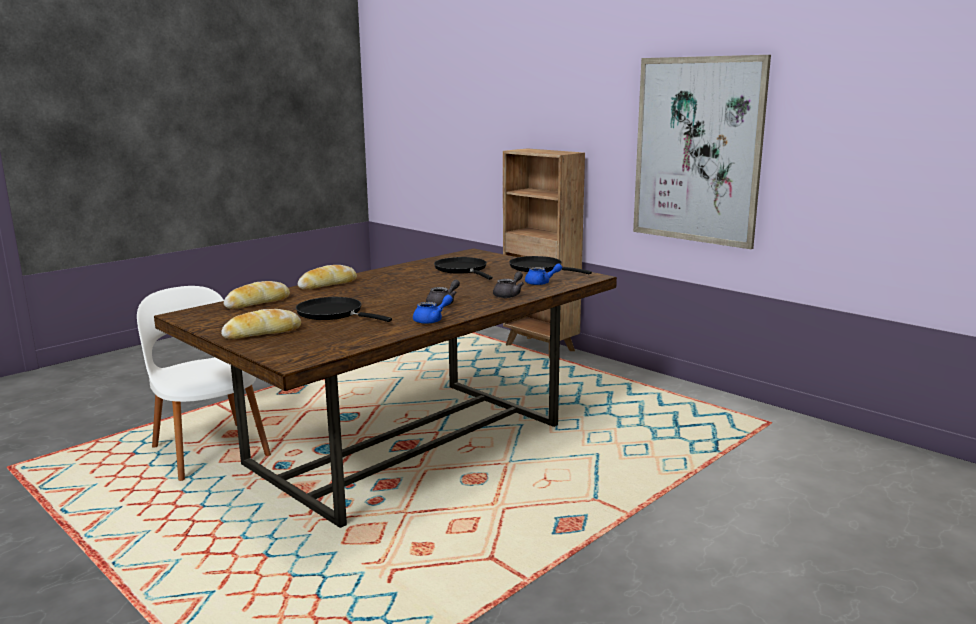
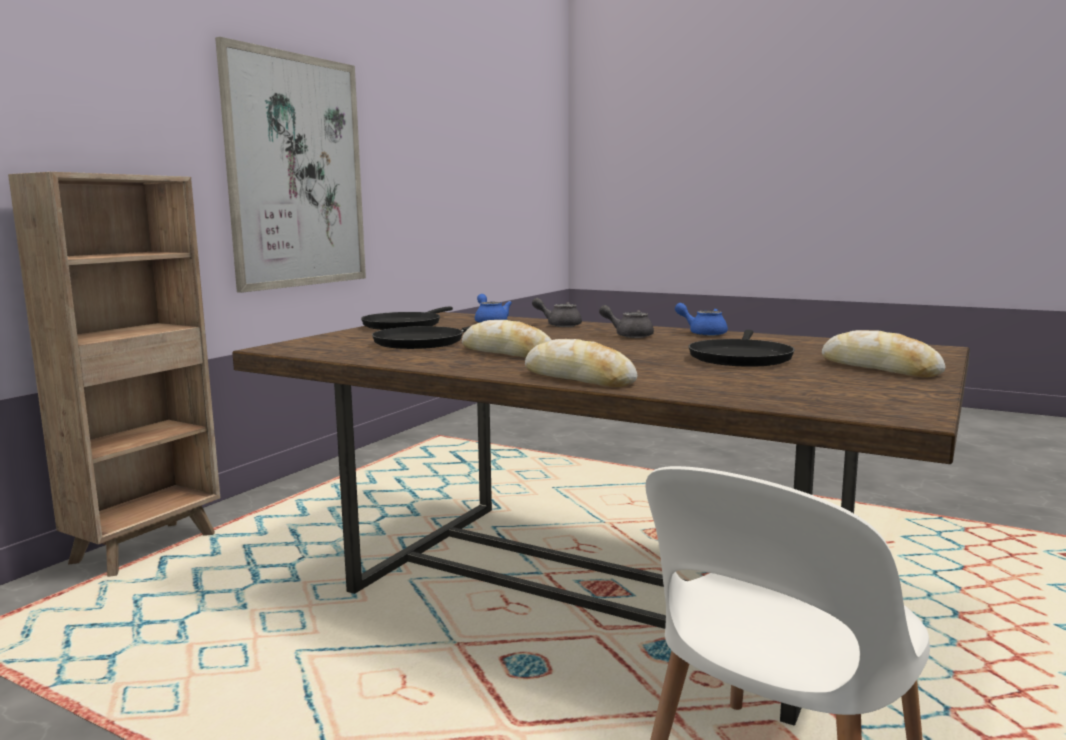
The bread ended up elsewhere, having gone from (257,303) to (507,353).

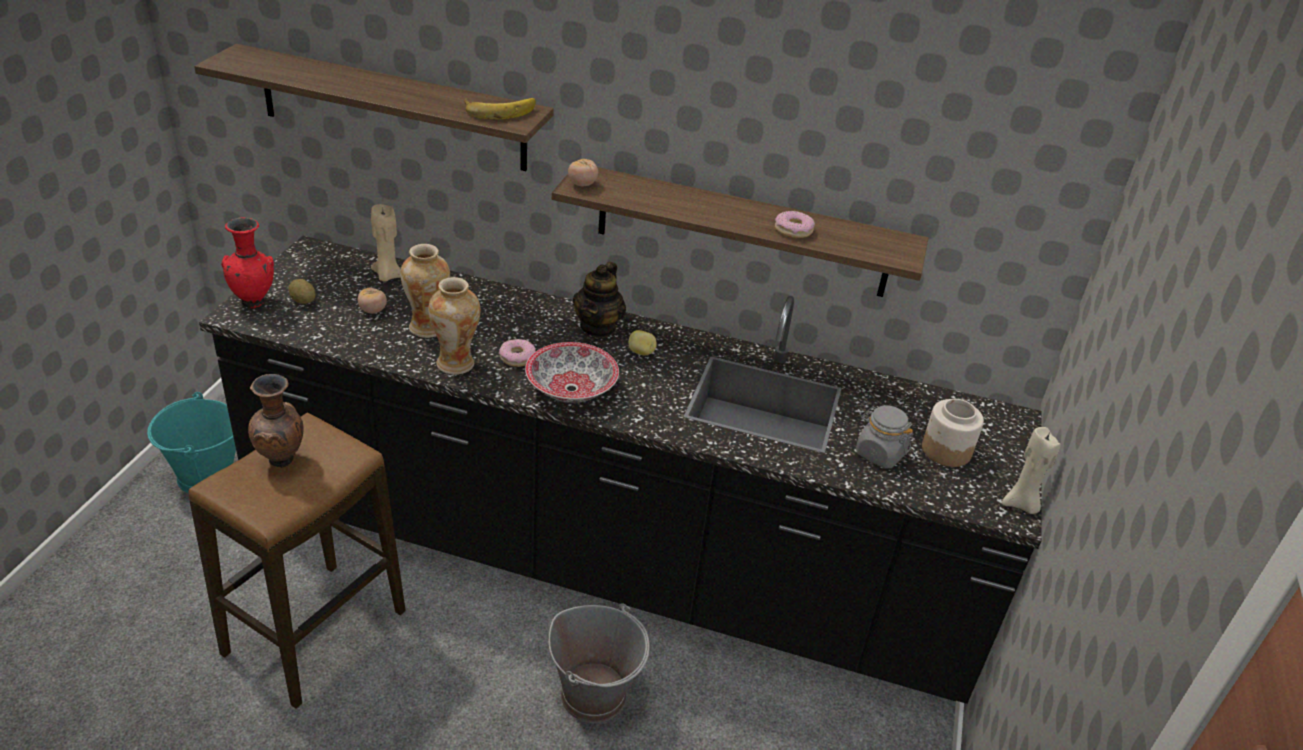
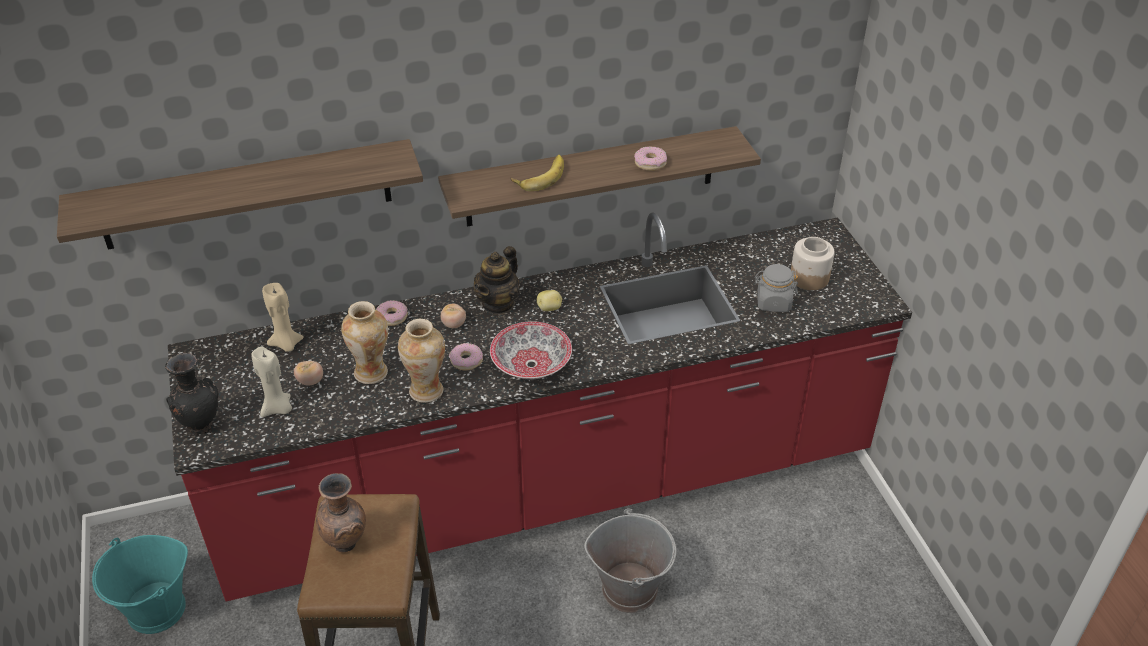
The banana ended up elsewhere, having gone from (499,110) to (539,176).
The tomato ended up elsewhere, having gone from (582,184) to (454,324).
What was the vase in red at (254,302) turned into the vase in black at (201,426).
What was the counter in black at (631,567) turned into the counter in red at (574,482).
The teapot at (598,327) ended up facing another way, 45 degrees clockwise from before.
The second view lost the potato at (303,301).
The candle in beige ended up elsewhere, having gone from (1021,504) to (278,409).
The second view gained the donut at (392,317).

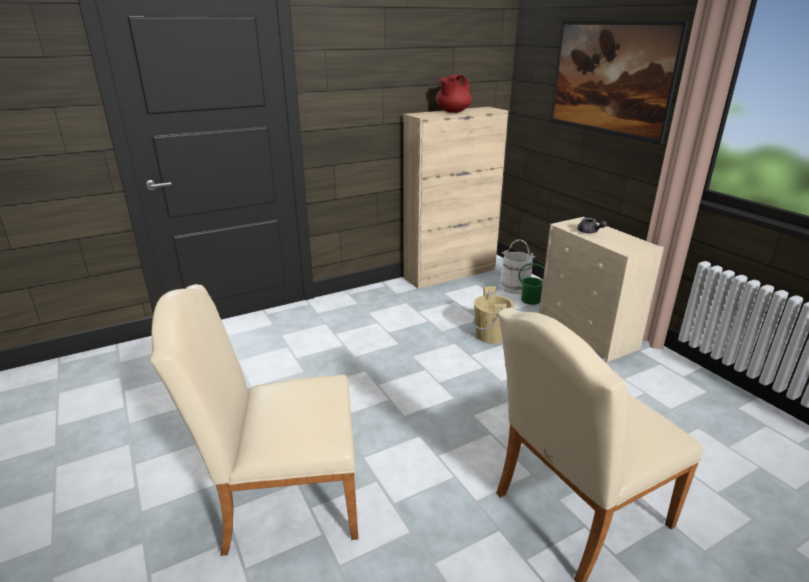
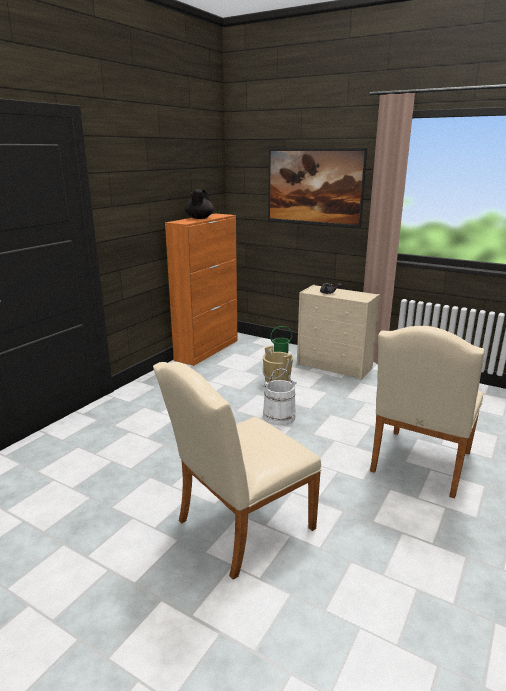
What was the teapot in red at (452,111) turned into the teapot in black at (199,218).
What was the cabinet in beige at (450,273) turned into the cabinet in orange at (207,350).
The bucket in white ended up elsewhere, having gone from (515,287) to (279,416).

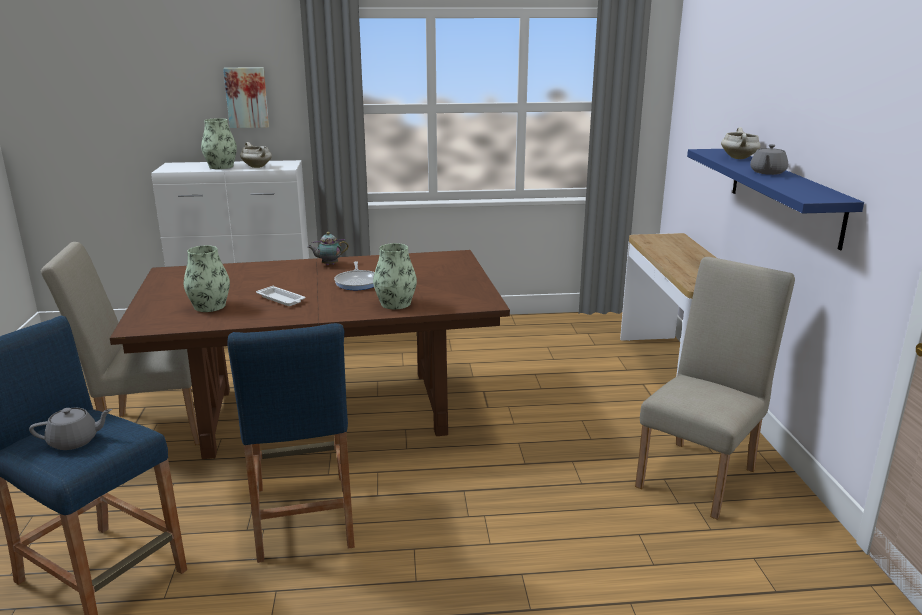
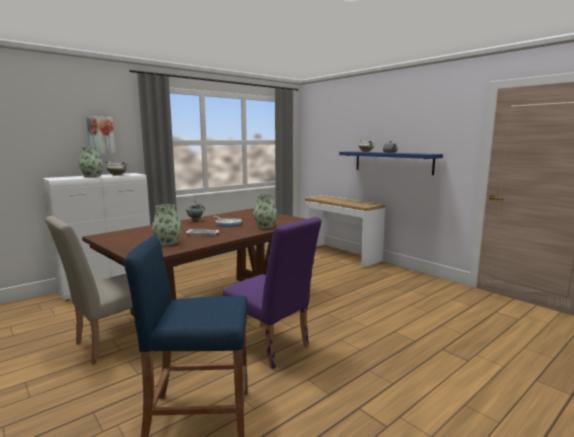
The second view lost the chair in beige at (701,474).
Where the stool in blue stood at (303,516), the chair in purple came to stand at (271,347).
The second view lost the teapot in grey at (74,441).

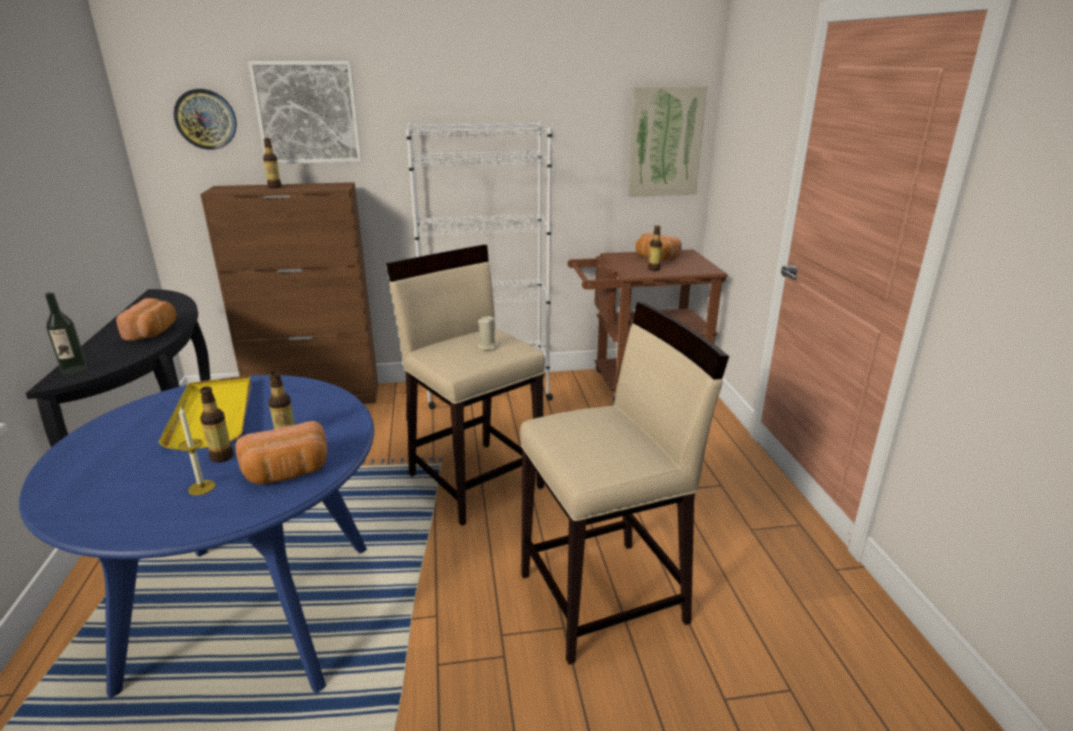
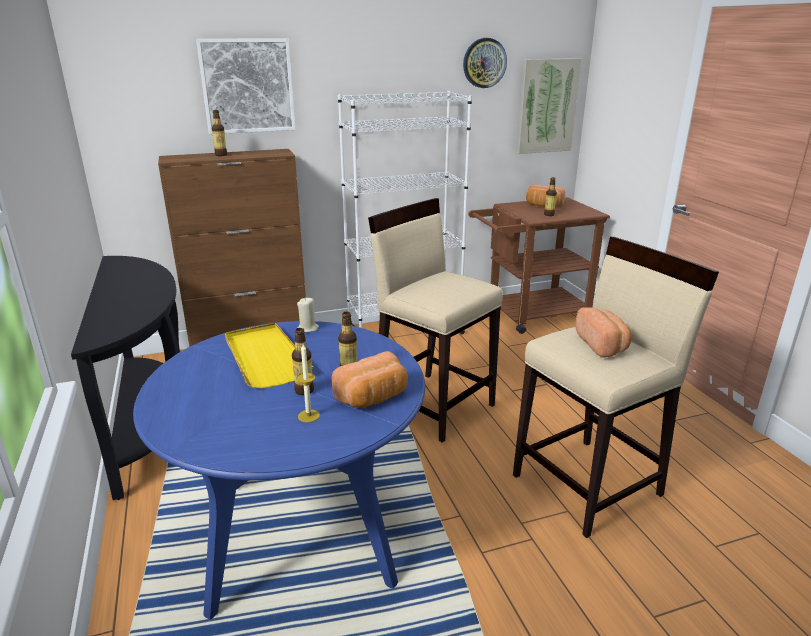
The wall clock ended up elsewhere, having gone from (206,119) to (484,63).
The second view lost the bottle at (74,370).
The bread ended up elsewhere, having gone from (154,332) to (602,345).
The candle in beige ended up elsewhere, having gone from (488,347) to (308,328).

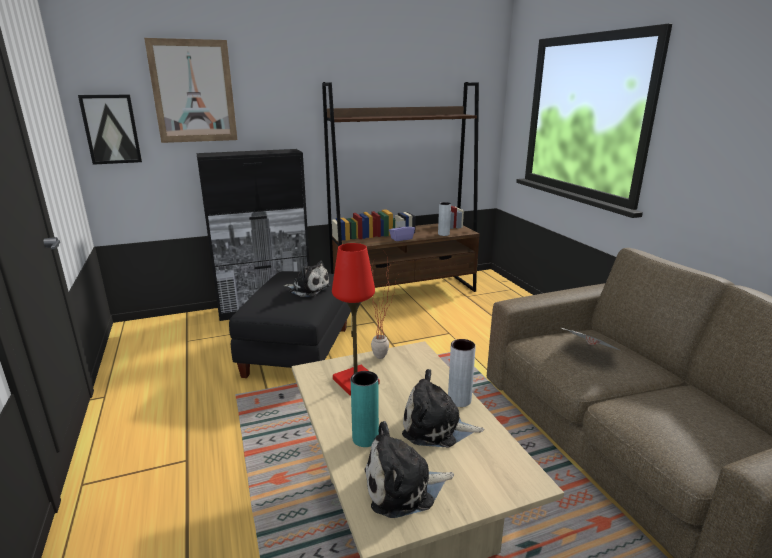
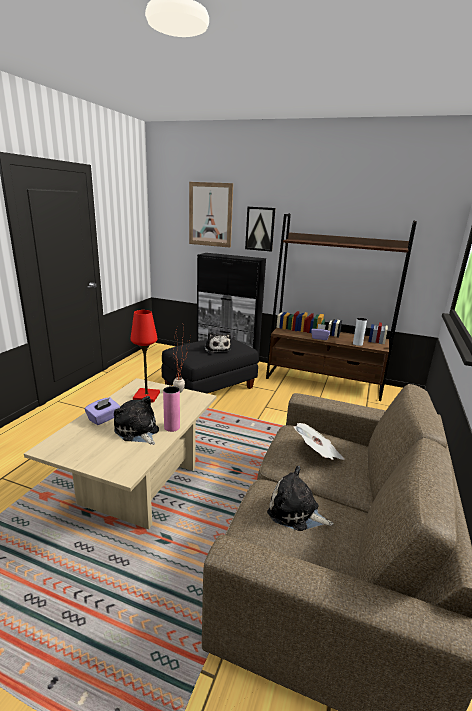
The picture ended up elsewhere, having gone from (111,129) to (260,229).
What was the vase in grey at (459,400) turned into the vase in pink at (172,427).
Where the vase in turquoise stood at (365,438), the tissue box in purple came to stand at (103,418).
The plush toy ended up elsewhere, having gone from (403,487) to (296,512).

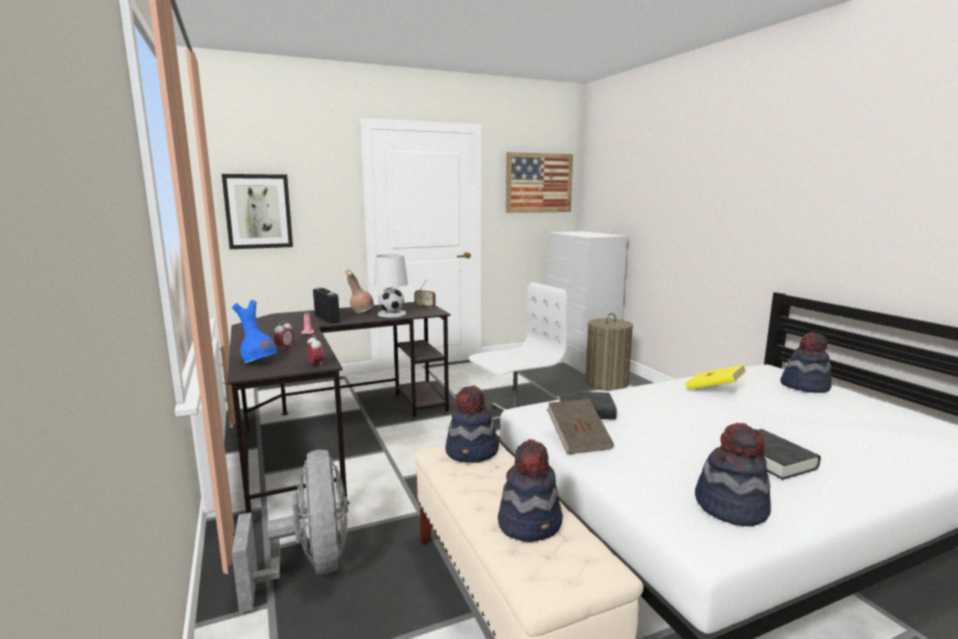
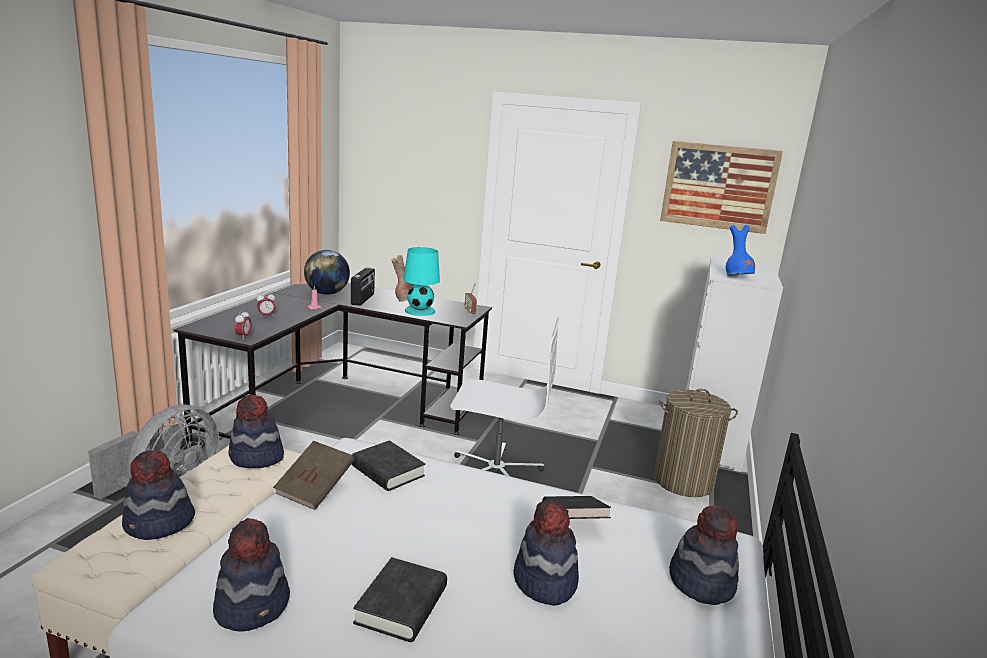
The second view lost the picture at (258,211).
What was the table lamp in white at (392,314) turned into the table lamp in turquoise at (420,311).
The vase in blue ended up elsewhere, having gone from (259,362) to (737,277).
What was the book in yellow at (714,389) turned into the book in black at (573,522).
The second view gained the globe at (327,293).
The second view gained the hat at (544,582).

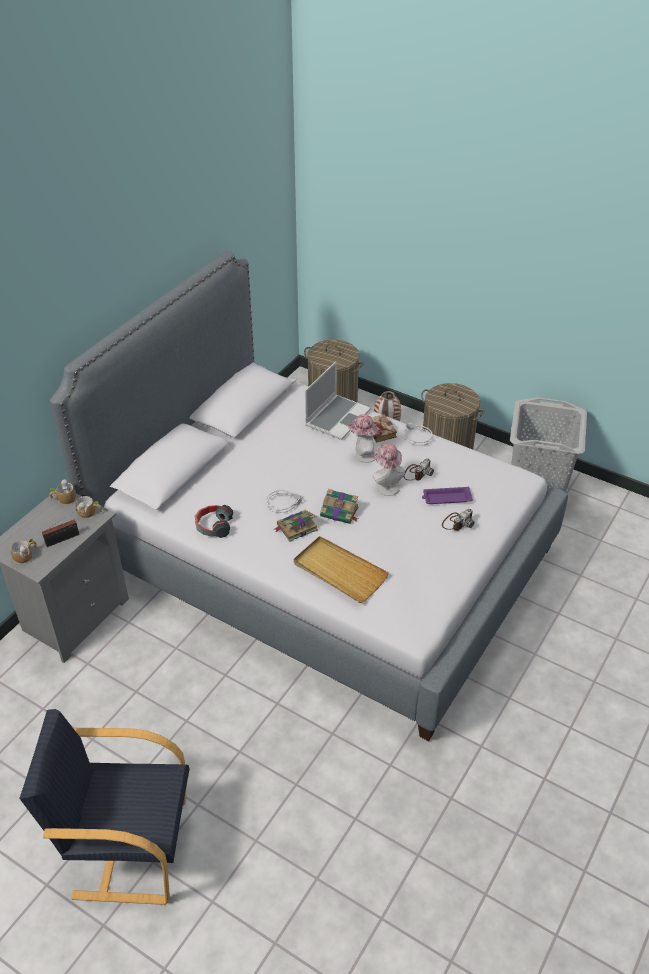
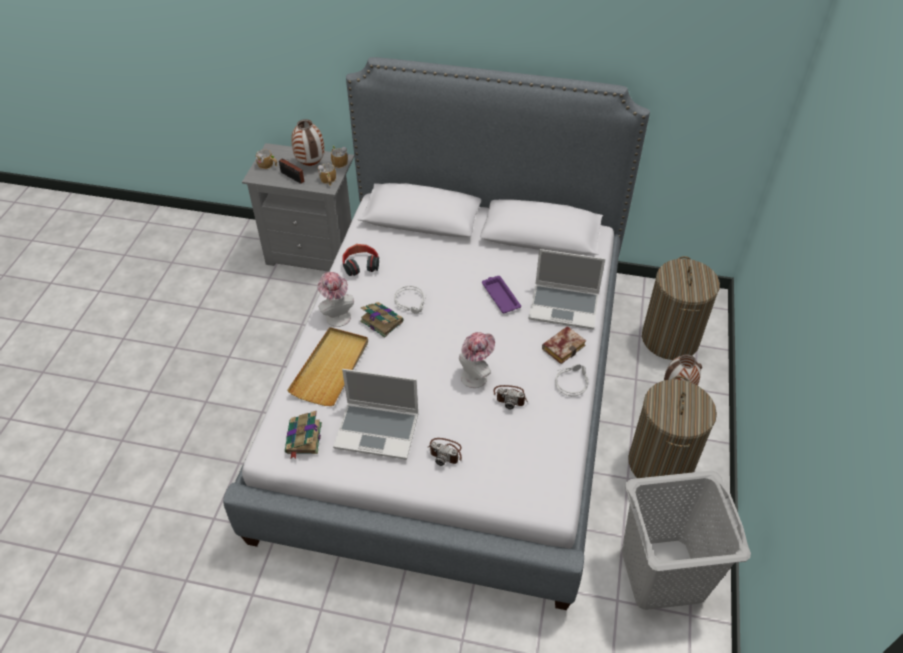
The hat ended up elsewhere, having gone from (362,455) to (337,315).
The tray in purple ended up elsewhere, having gone from (446,498) to (500,296).
The book ended up elsewhere, having gone from (340,512) to (303,439).
The second view lost the armchair in black at (128,846).
The second view gained the vase at (311,164).
The second view gained the laptop at (378,430).

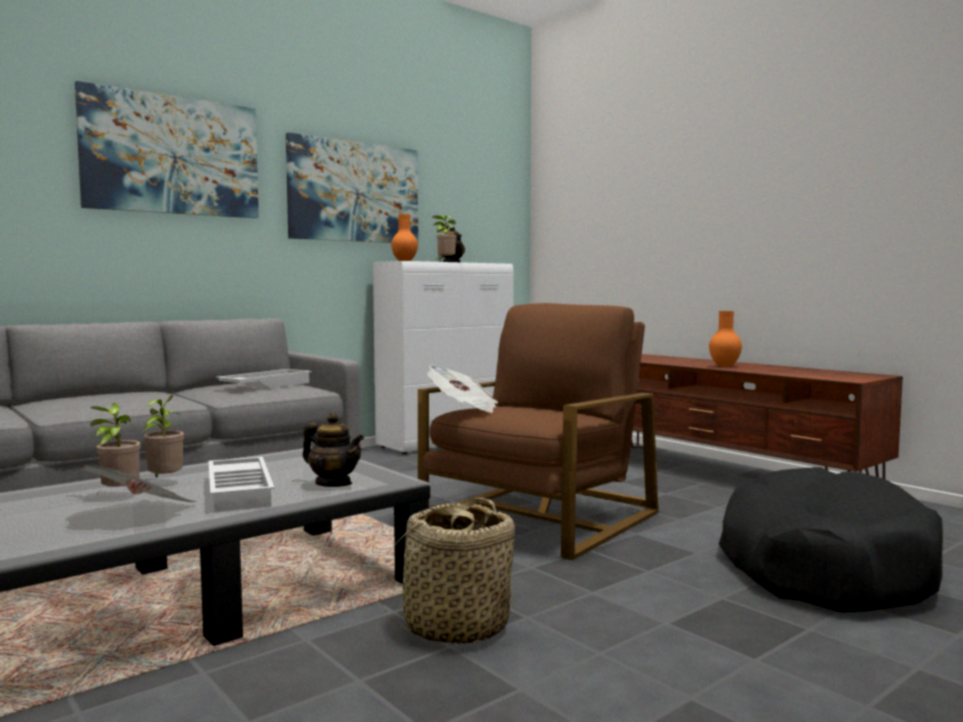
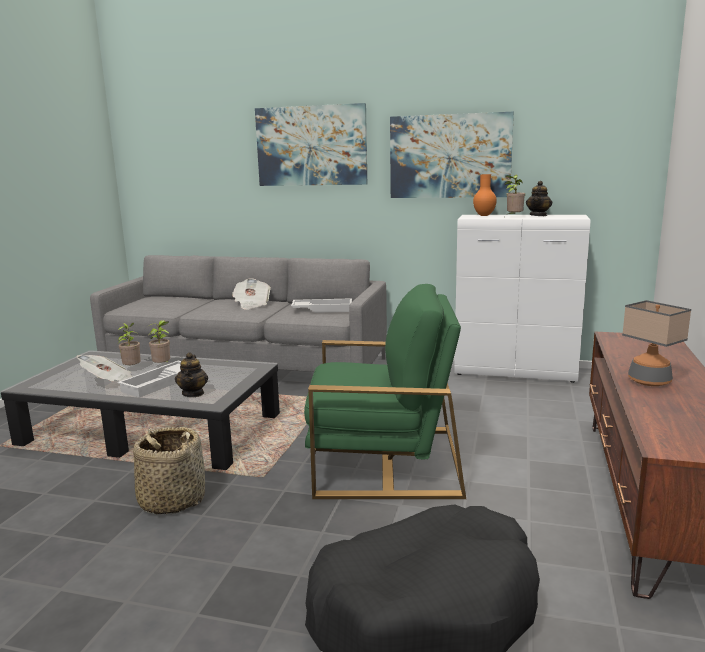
What was the armchair in brown at (540,518) turned into the armchair in green at (385,461).
Where the vase in orange stood at (724,366), the table lamp came to stand at (649,381).
The newspaper ended up elsewhere, having gone from (463,408) to (251,304).

